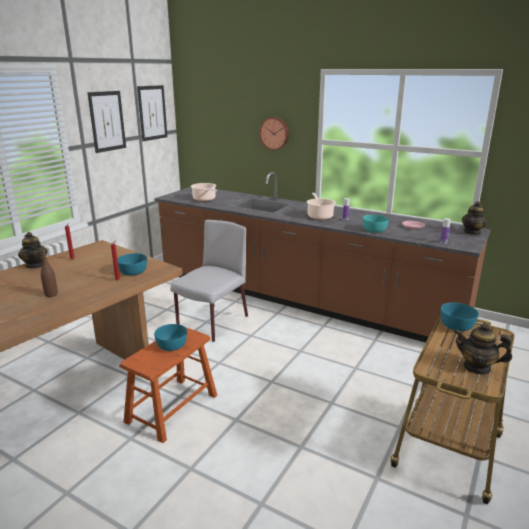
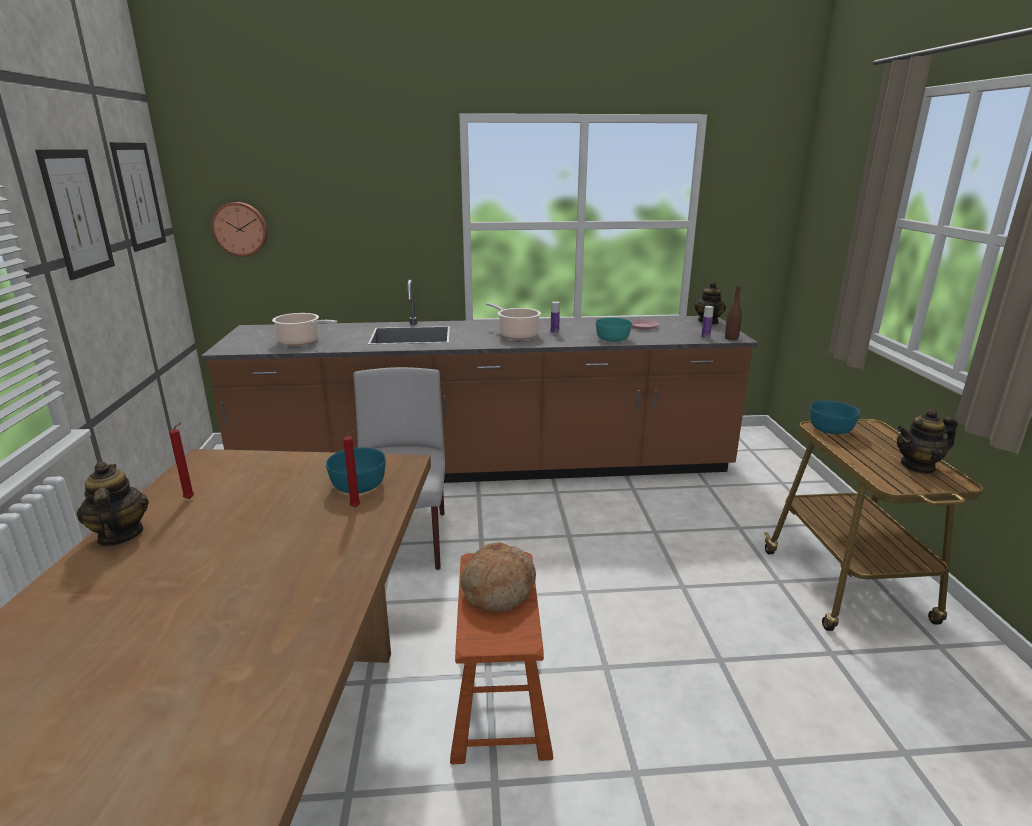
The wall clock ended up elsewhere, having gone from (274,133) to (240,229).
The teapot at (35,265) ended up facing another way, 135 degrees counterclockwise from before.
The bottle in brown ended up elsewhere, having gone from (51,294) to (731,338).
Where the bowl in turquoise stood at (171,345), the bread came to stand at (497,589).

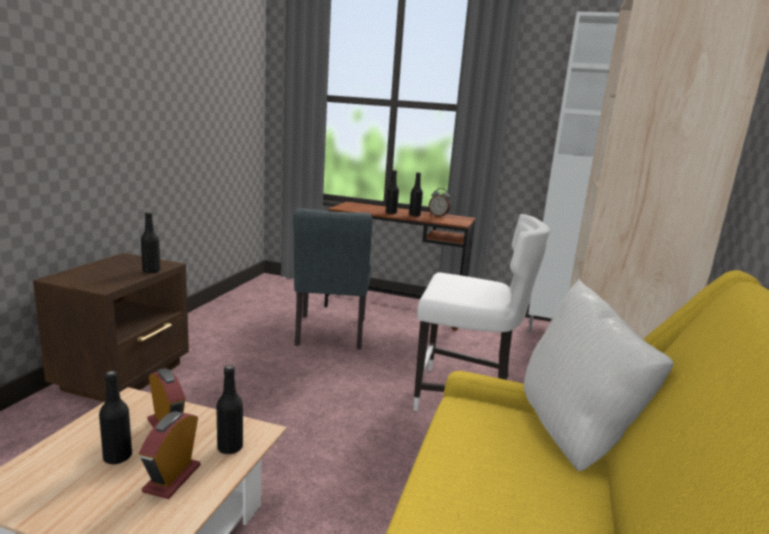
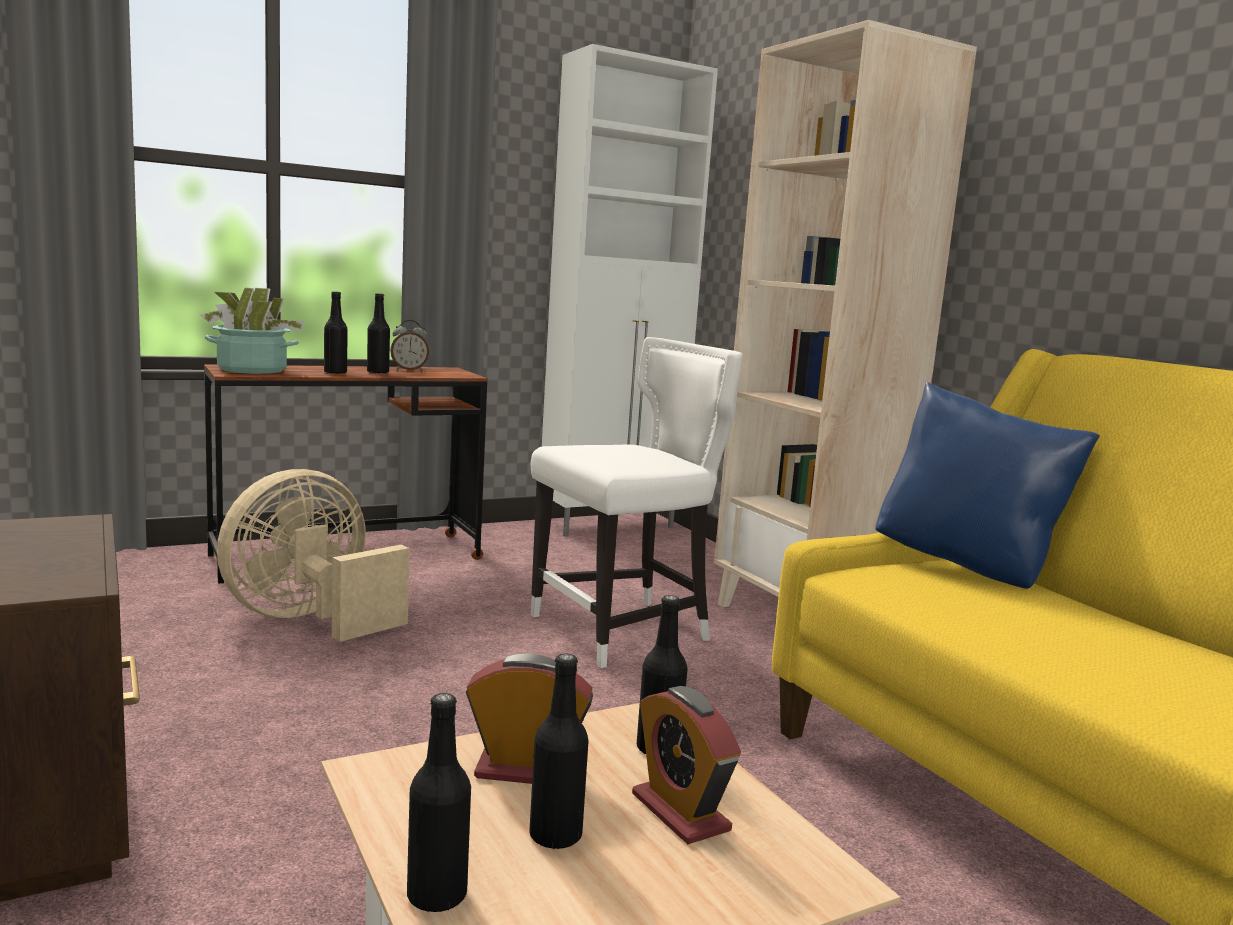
Where the chair in grey stood at (330,335), the fan in beige came to stand at (310,619).
The bottle in black ended up elsewhere, having gone from (151,271) to (437,896).
What was the pillow in white at (574,437) turned into the pillow in blue at (968,568).
The second view gained the potted plant at (252,370).

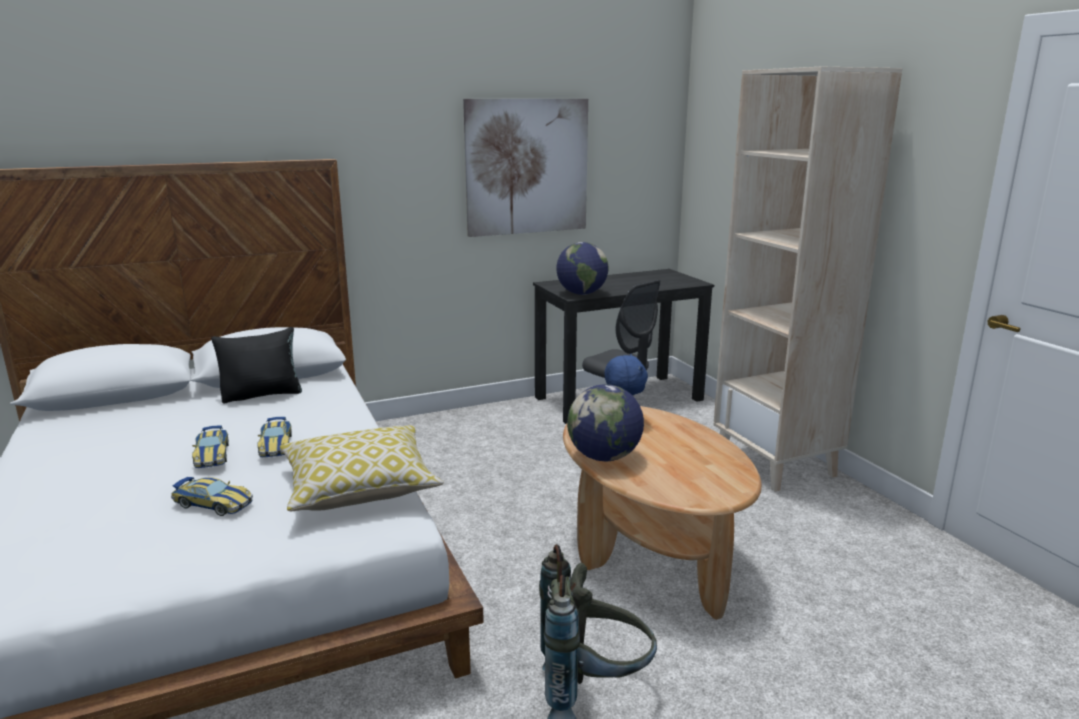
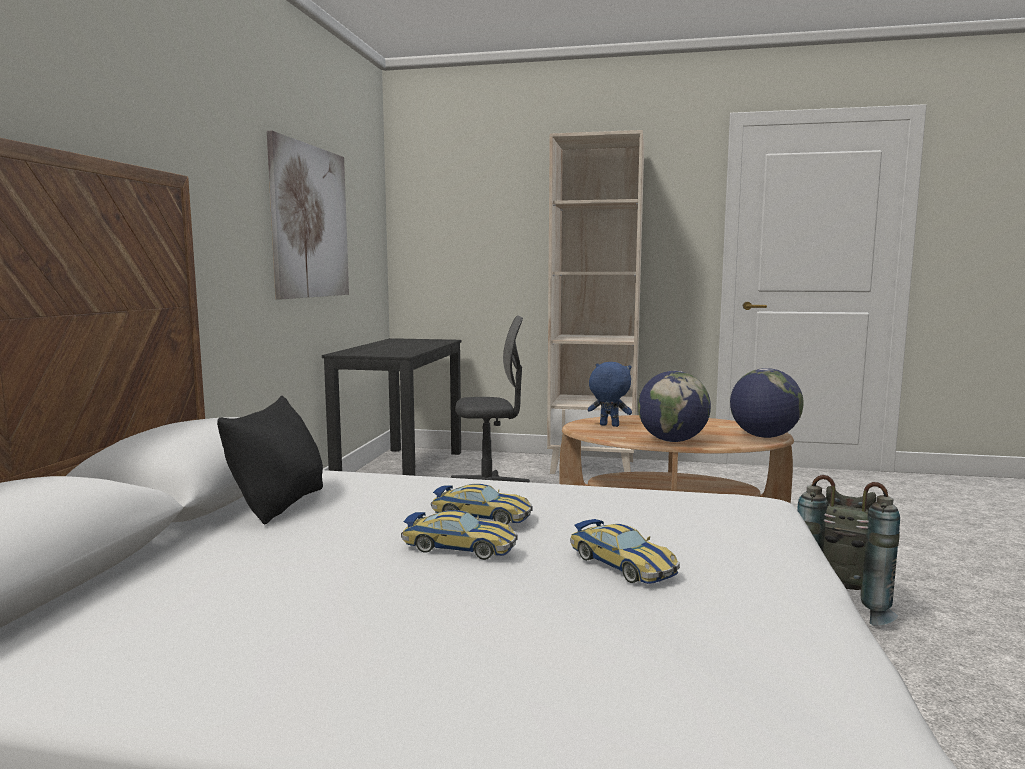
The globe ended up elsewhere, having gone from (581,293) to (764,436).
The second view lost the pillow at (360,487).
The toy car at (213,503) ended up facing another way, 90 degrees clockwise from before.

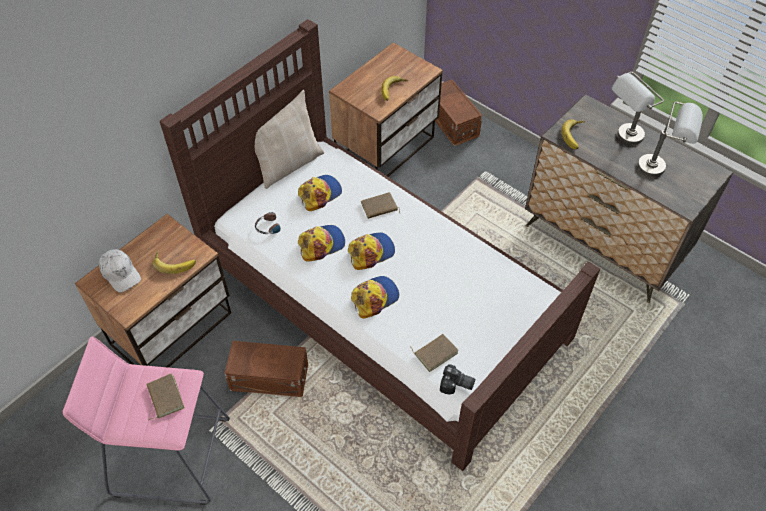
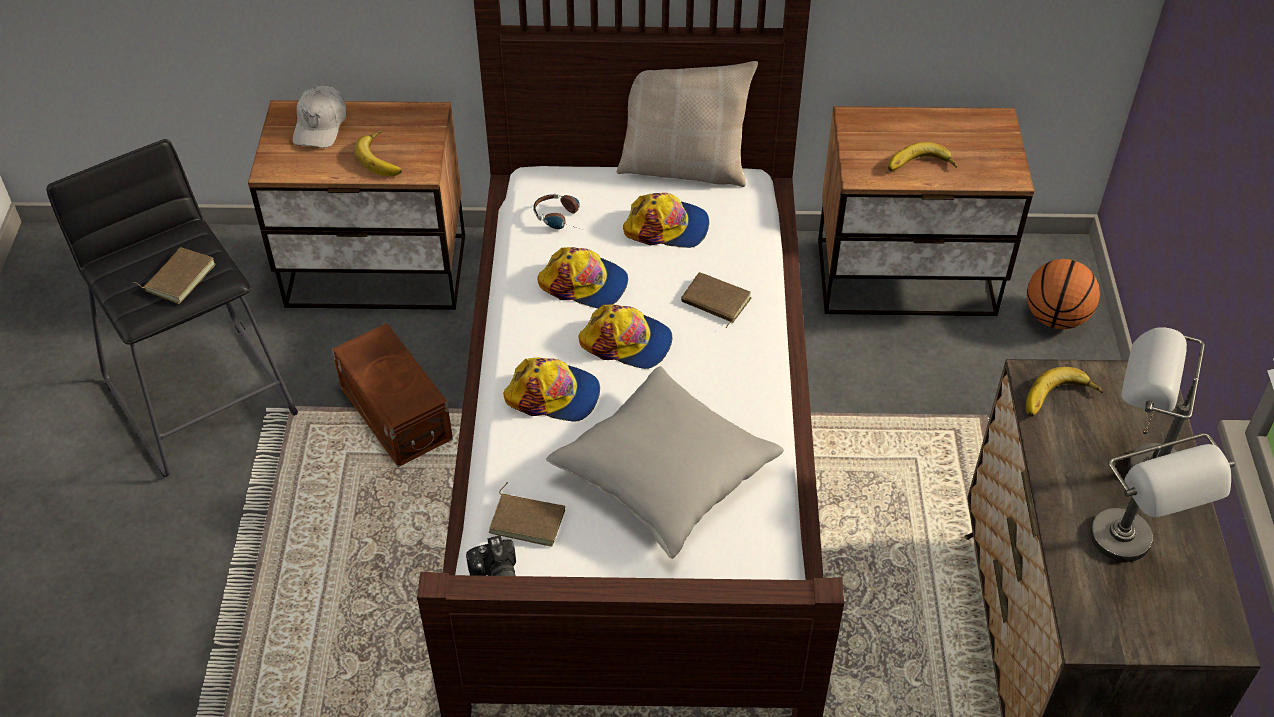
Where the storage box in brown stood at (452,122), the basketball came to stand at (1055,318).
What was the stool in pink at (171,455) turned into the stool in black at (202,397).
The second view gained the pillow in grey at (664,475).

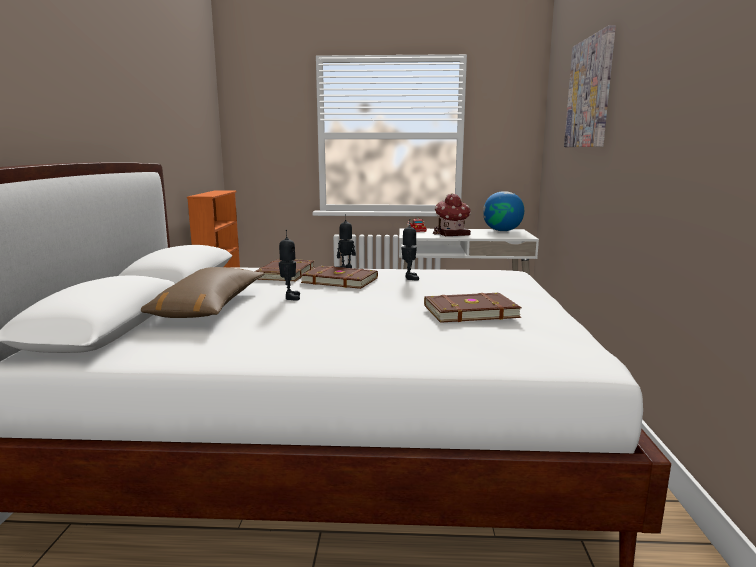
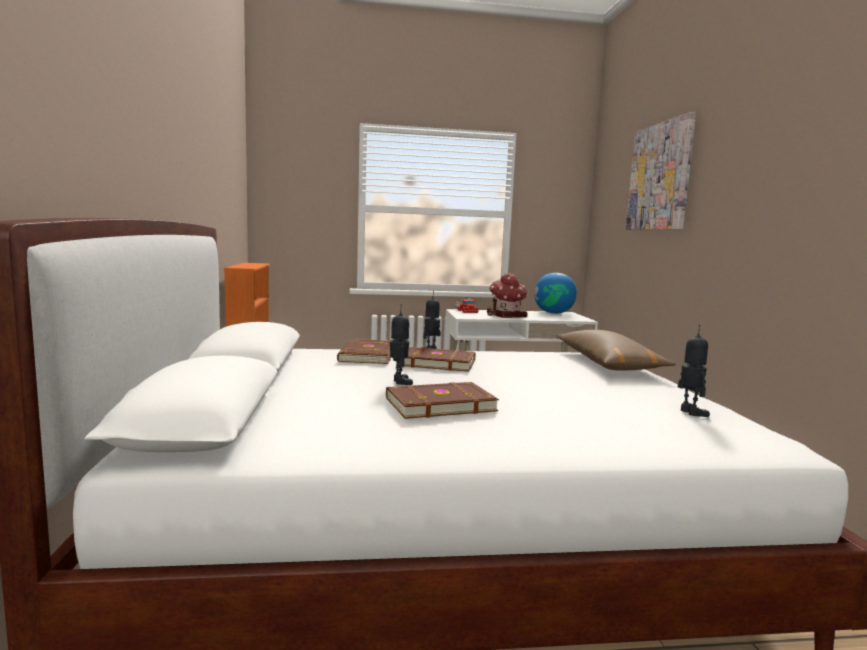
The toy robot ended up elsewhere, having gone from (409,278) to (690,412).
The pillow in brown ended up elsewhere, having gone from (209,307) to (608,364).
The book in brown ended up elsewhere, having gone from (469,311) to (439,404).

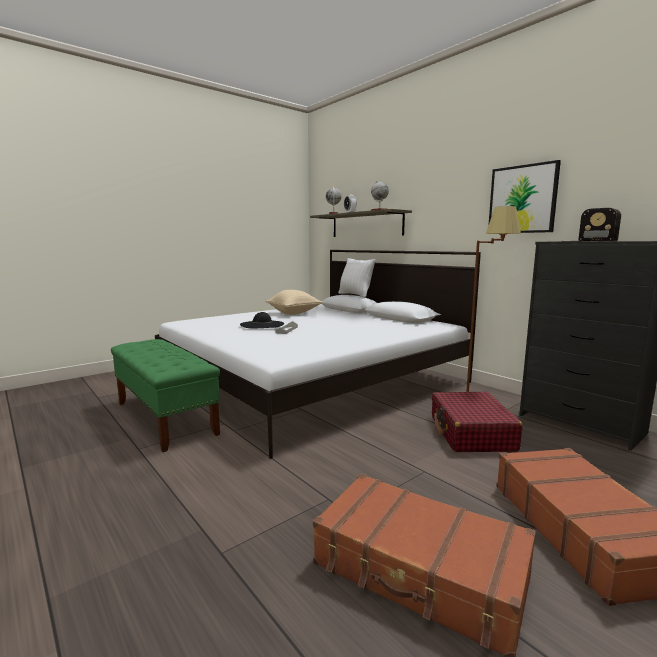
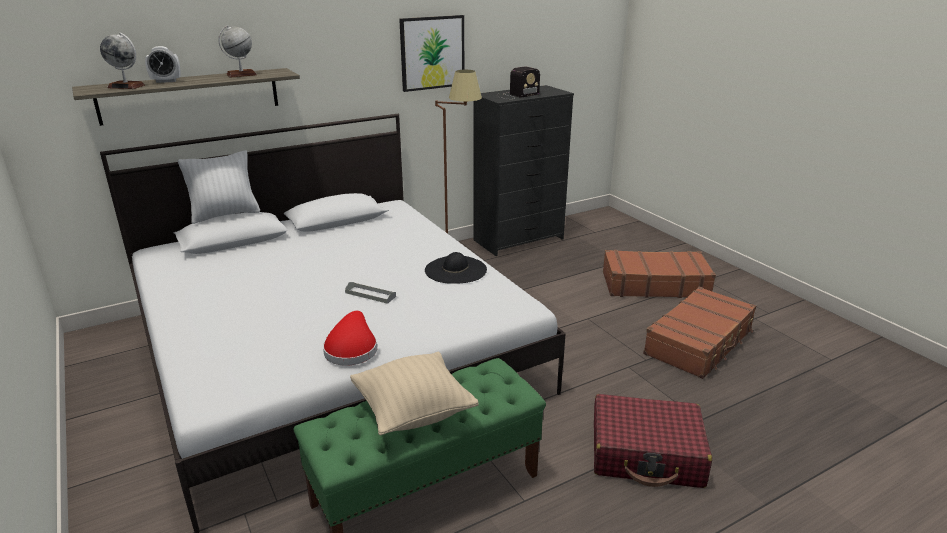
The pillow in beige ended up elsewhere, having gone from (293,313) to (413,412).
The hat in black ended up elsewhere, having gone from (262,324) to (455,270).
The suitcase in red ended up elsewhere, having gone from (471,433) to (646,454).
The second view gained the hat in red at (351,349).

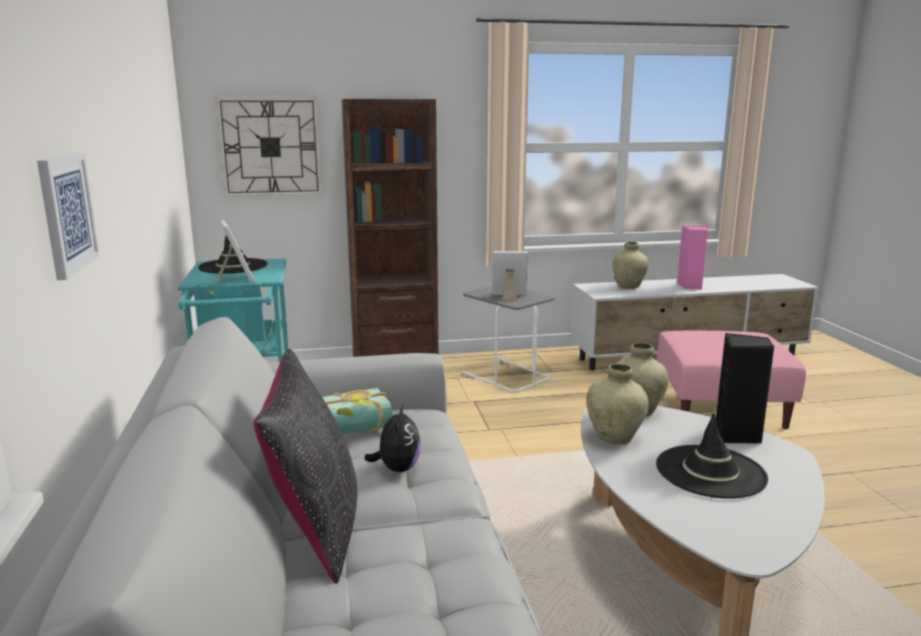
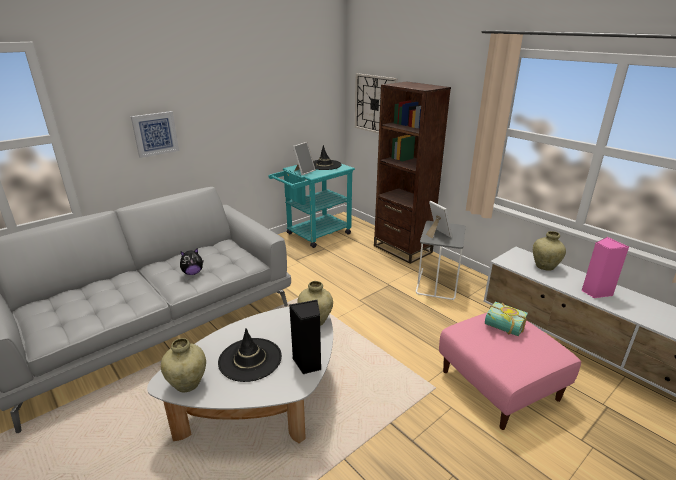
The second view lost the pillow in black at (315,527).
The vase in beige ended up elsewhere, having gone from (614,438) to (187,384).
The book ended up elsewhere, having gone from (359,430) to (502,328).

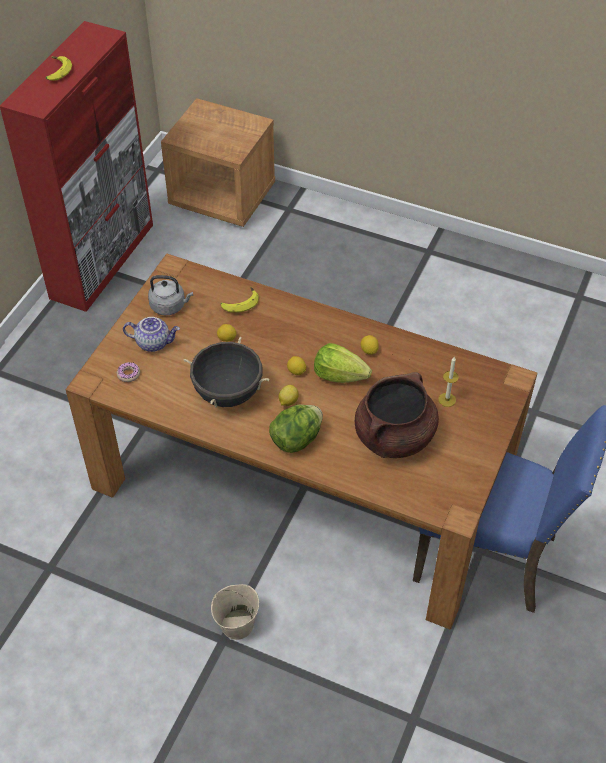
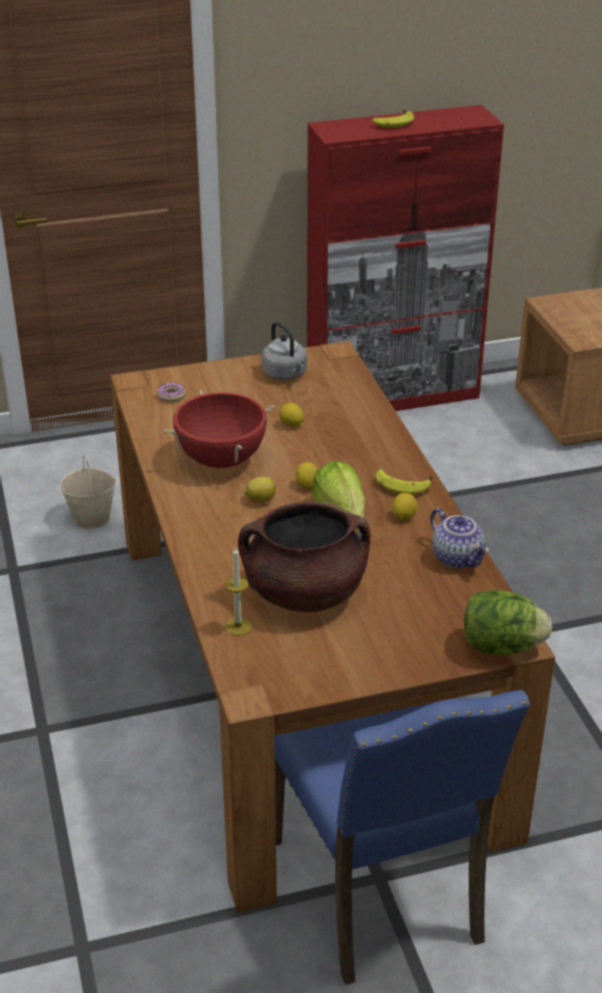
The banana ended up elsewhere, having gone from (239,303) to (403,484).
The teapot ended up elsewhere, having gone from (154,342) to (458,558).
What was the cooking pot in black at (228,393) turned into the cooking pot in red at (222,460).
The candle ended up elsewhere, having gone from (447,399) to (238,626).
The lettuce ended up elsewhere, having gone from (296,439) to (501,646).
The bucket in beige ended up elsewhere, having gone from (237,624) to (92,518).

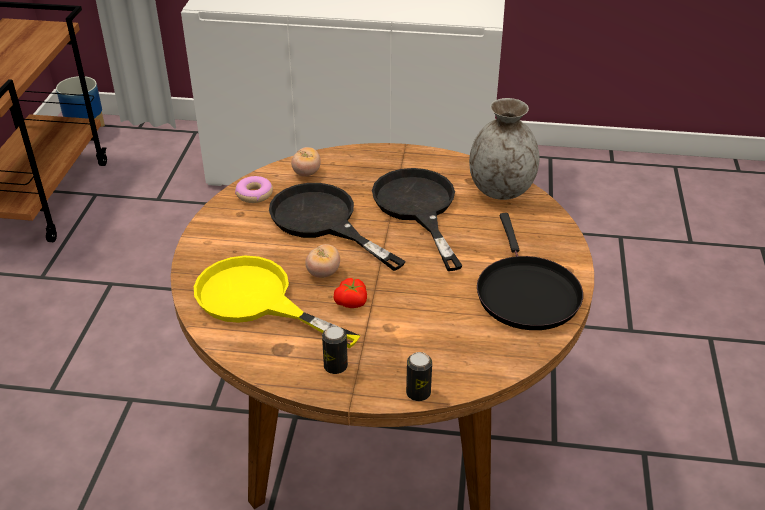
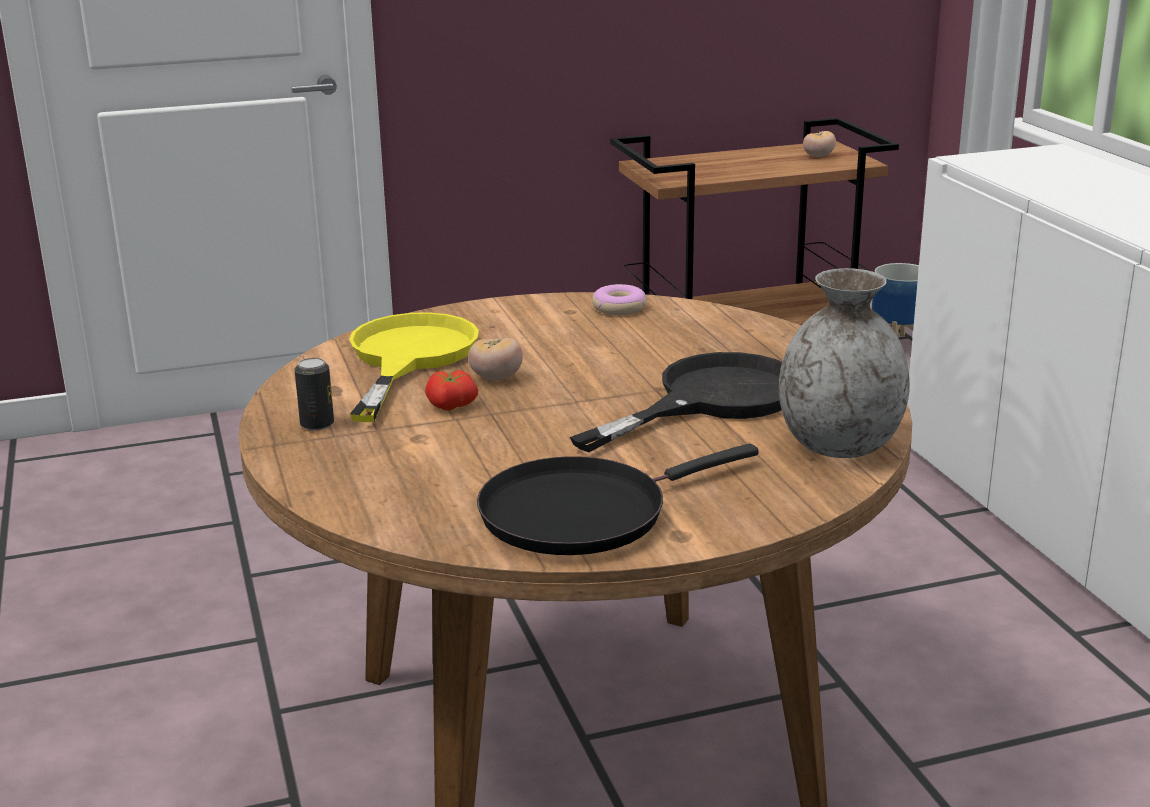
The tomato ended up elsewhere, having gone from (306,173) to (818,156).
The second view lost the frying pan in black at (323,222).
The second view lost the can at (418,393).

